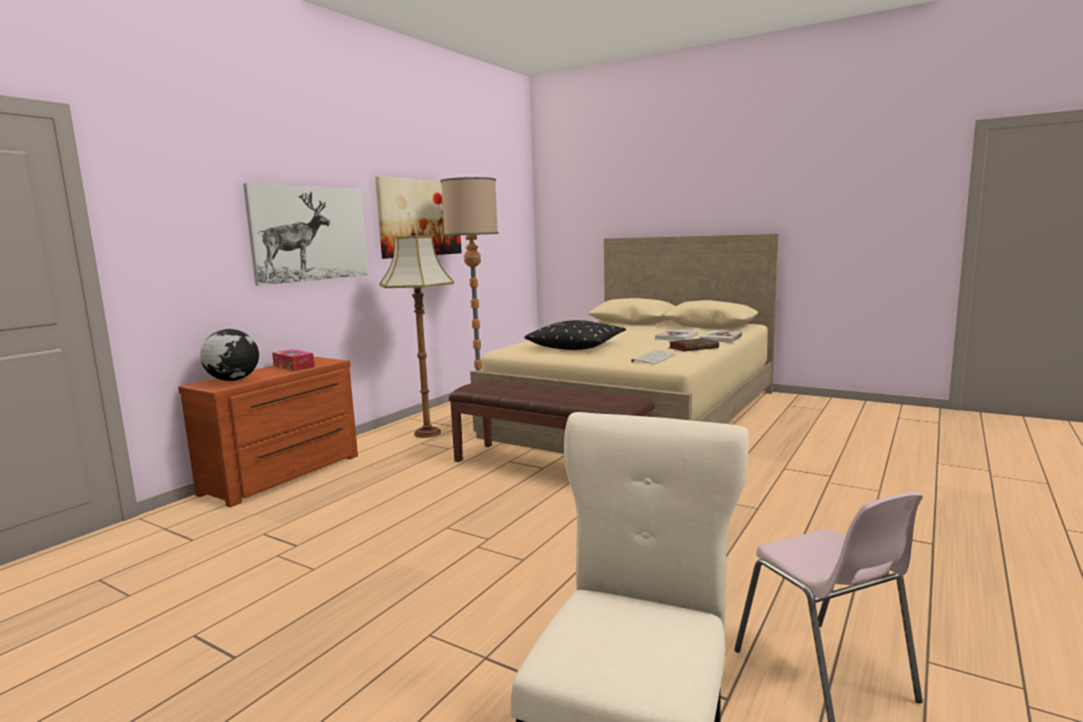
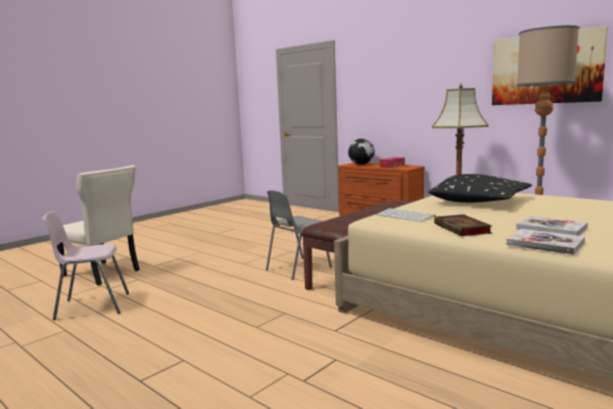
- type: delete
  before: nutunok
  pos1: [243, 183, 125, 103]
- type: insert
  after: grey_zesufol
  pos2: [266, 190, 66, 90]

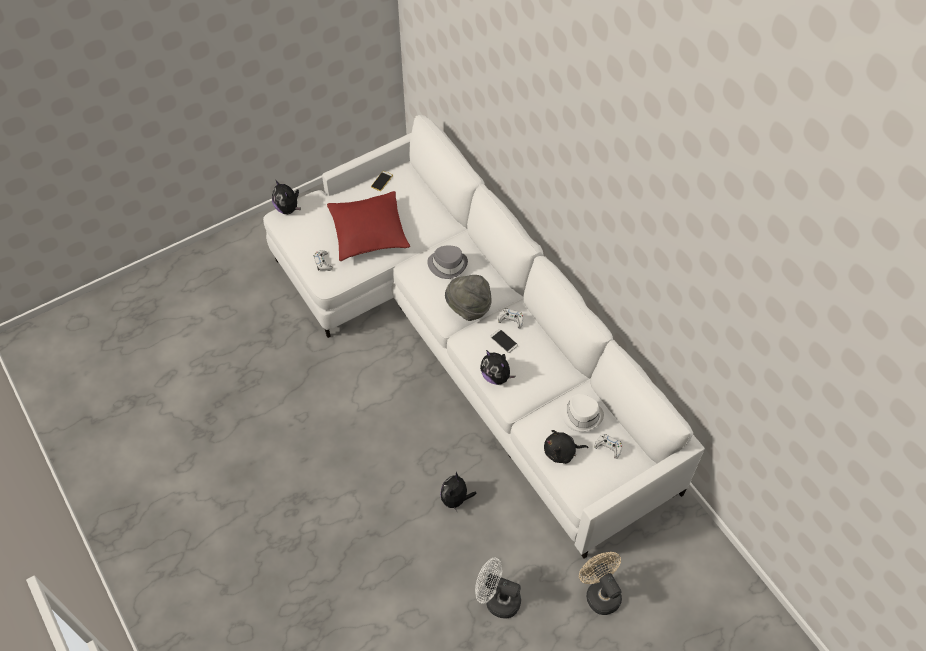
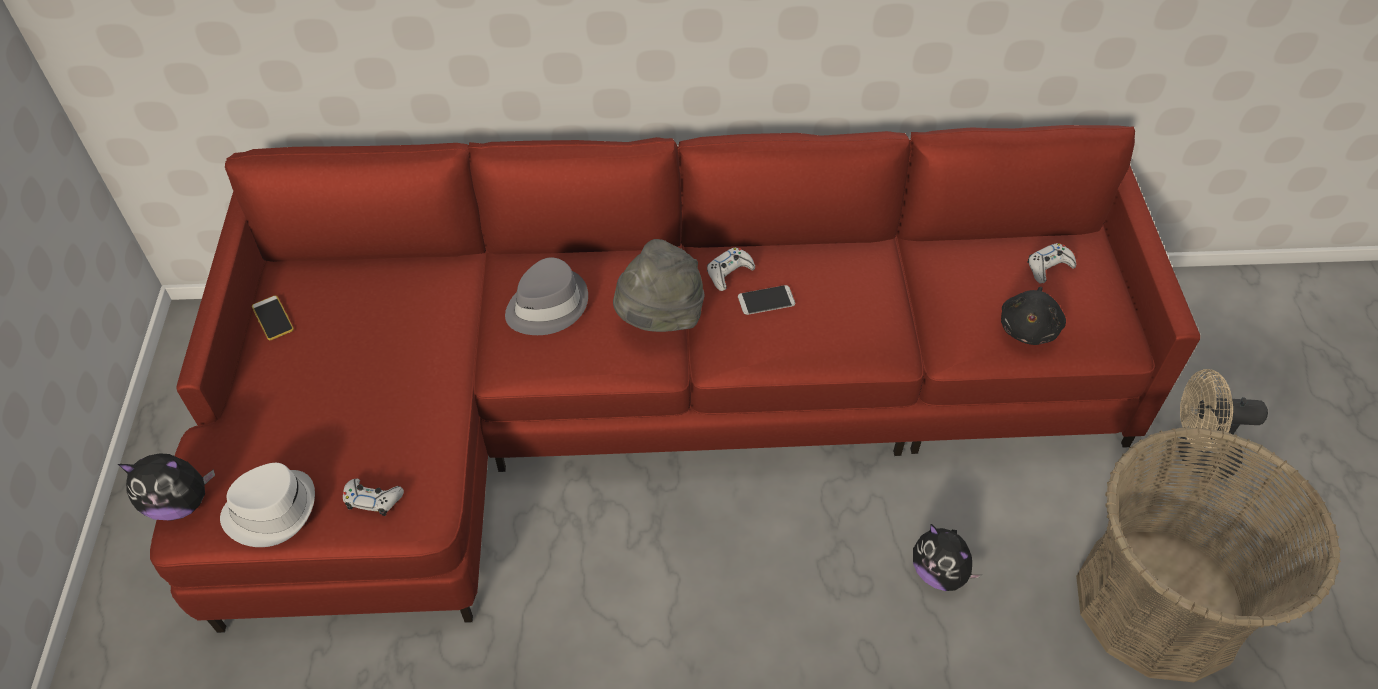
- type: recolor
  before: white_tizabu
  after: red_tizabu
  pos1: [263, 115, 442, 444]
  pos2: [150, 125, 1050, 508]
- type: delete
  before: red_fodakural
  pos1: [327, 191, 83, 70]
- type: replace
  before: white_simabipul
  after: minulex
  pos1: [475, 557, 46, 62]
  pos2: [1076, 427, 265, 255]
- type: delete
  before: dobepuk
  pos1: [480, 350, 35, 35]
- type: move
  before: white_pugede
  pos1: [561, 394, 43, 38]
  pos2: [220, 463, 95, 84]

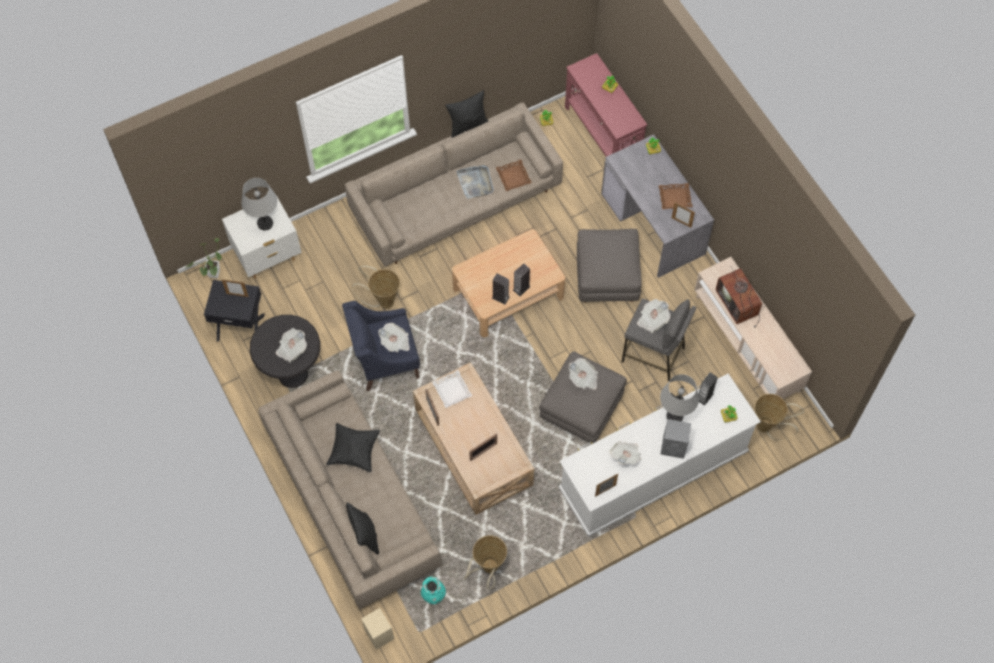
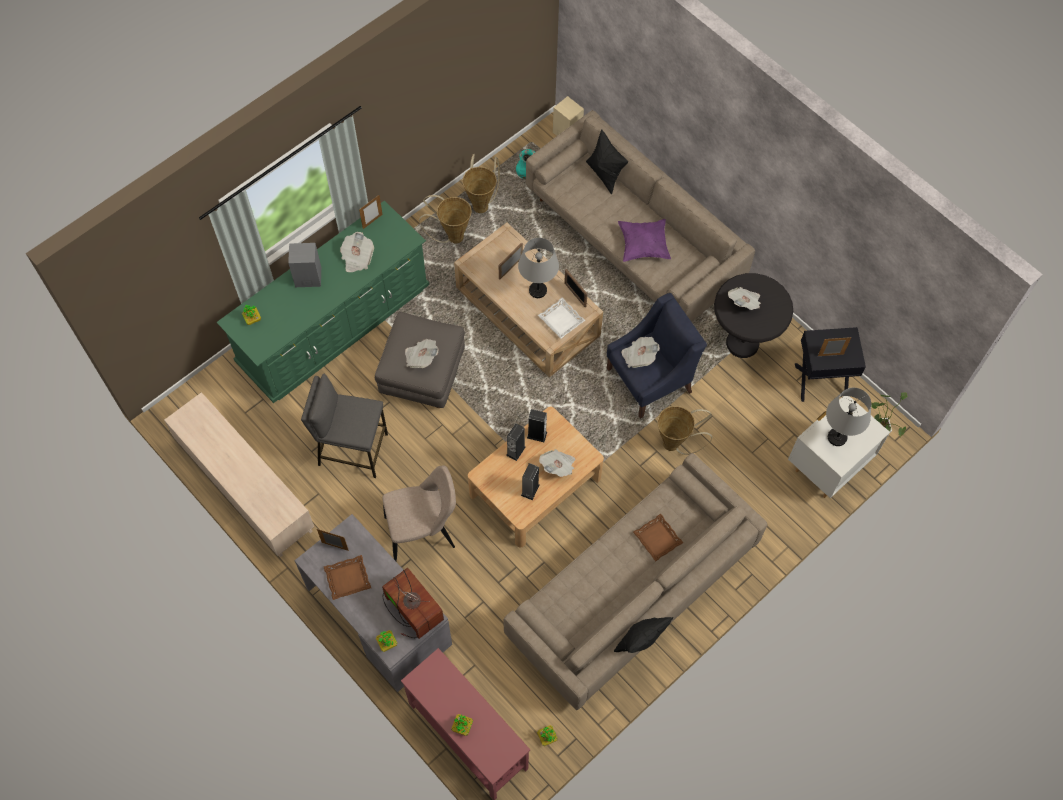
- type: recolor
  before: black_fodakural
  after: purple_fodakural
  pos1: [326, 423, 54, 49]
  pos2: [618, 219, 53, 43]
- type: delete
  before: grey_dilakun
  pos1: [456, 165, 38, 34]
- type: move
  before: brown_dilakun
  pos1: [496, 160, 36, 31]
  pos2: [633, 514, 50, 48]
- type: recolor
  before: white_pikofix
  after: green_pikofix
  pos1: [559, 374, 202, 163]
  pos2: [217, 201, 212, 202]
- type: replace
  before: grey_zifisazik
  after: beige_zesufol
  pos1: [577, 229, 65, 73]
  pos2: [382, 466, 74, 96]
- type: move
  before: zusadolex
  pos1: [637, 299, 34, 34]
  pos2: [539, 449, 36, 28]
- type: move
  before: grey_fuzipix
  pos1: [660, 374, 39, 47]
  pos2: [518, 238, 41, 60]
- type: move
  before: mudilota
  pos1: [698, 372, 20, 34]
  pos2: [521, 463, 18, 37]
- type: move
  before: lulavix
  pos1: [716, 265, 46, 63]
  pos2: [382, 568, 62, 71]
- type: move
  before: minulex
  pos1: [755, 394, 49, 46]
  pos2: [419, 195, 53, 48]

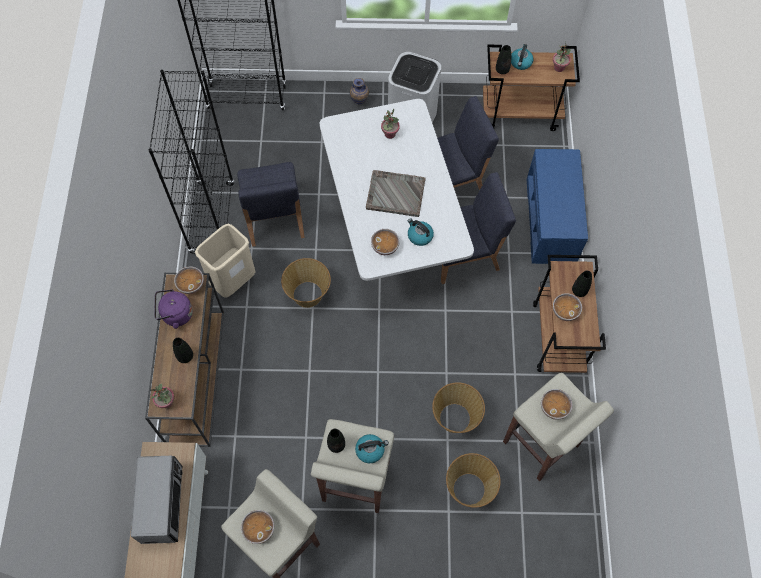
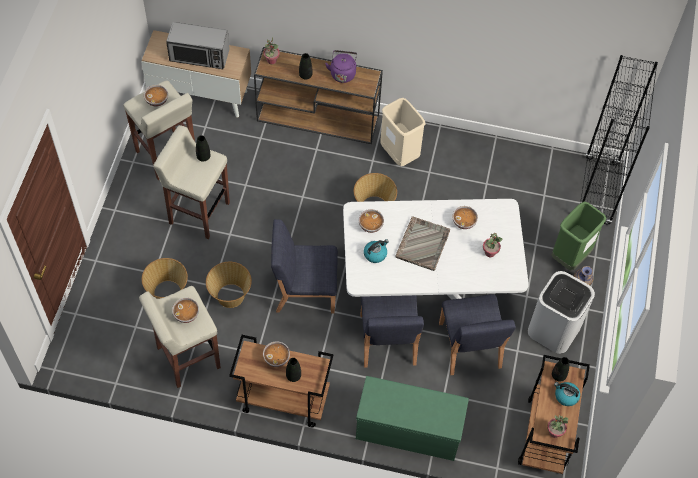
- type: delete
  before: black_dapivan
  pos1: [148, 70, 86, 184]
- type: move
  before: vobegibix
  pos1: [174, 266, 30, 28]
  pos2: [452, 206, 26, 23]
- type: move
  before: blue_zesufol
  pos1: [237, 162, 68, 85]
  pos2: [271, 219, 67, 95]
- type: delete
  before: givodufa
  pos1: [355, 434, 34, 29]
- type: recolor
  before: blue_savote
  after: green_savote
  pos1: [526, 149, 62, 115]
  pos2: [356, 376, 113, 85]
- type: insert
  after: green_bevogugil
  pos2: [551, 201, 55, 69]

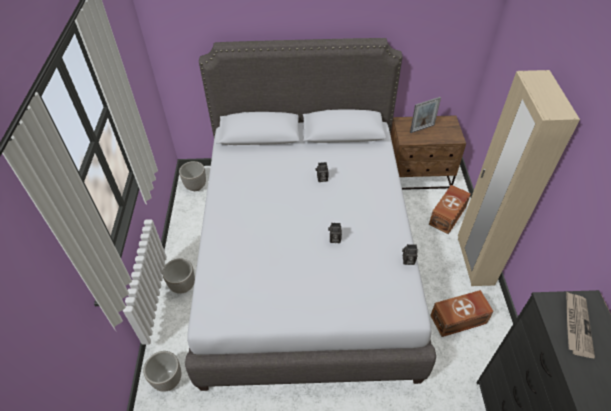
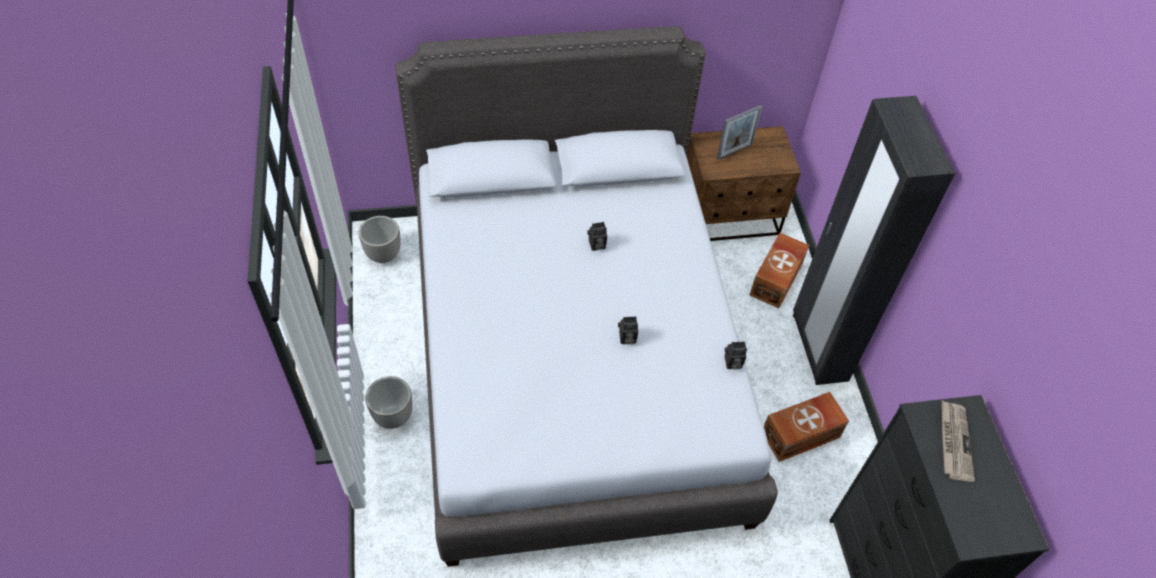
- type: delete
  before: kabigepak
  pos1: [143, 351, 38, 41]
- type: recolor
  before: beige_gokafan
  after: black_gokafan
  pos1: [458, 70, 122, 216]
  pos2: [793, 96, 162, 289]

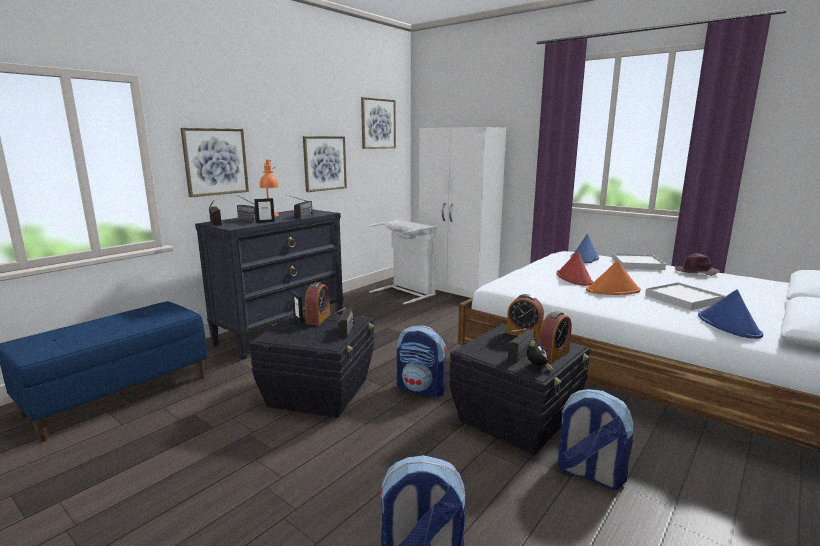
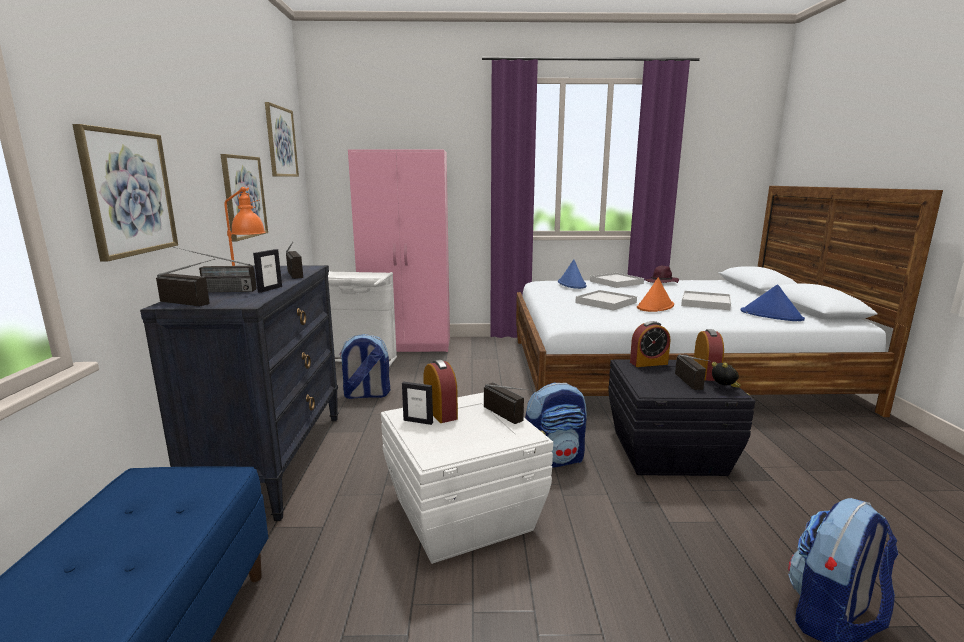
- type: recolor
  before: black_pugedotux
  after: white_pugedotux
  pos1: [249, 311, 125, 107]
  pos2: [381, 392, 172, 172]
- type: recolor
  before: white_gokafan
  after: pink_gokafan
  pos1: [419, 127, 87, 171]
  pos2: [348, 150, 102, 202]
- type: replace
  before: red_pugede
  after: white_dilakun
  pos1: [556, 251, 37, 35]
  pos2: [575, 290, 62, 21]
- type: move
  before: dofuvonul
  pos1: [557, 389, 76, 101]
  pos2: [339, 334, 51, 65]

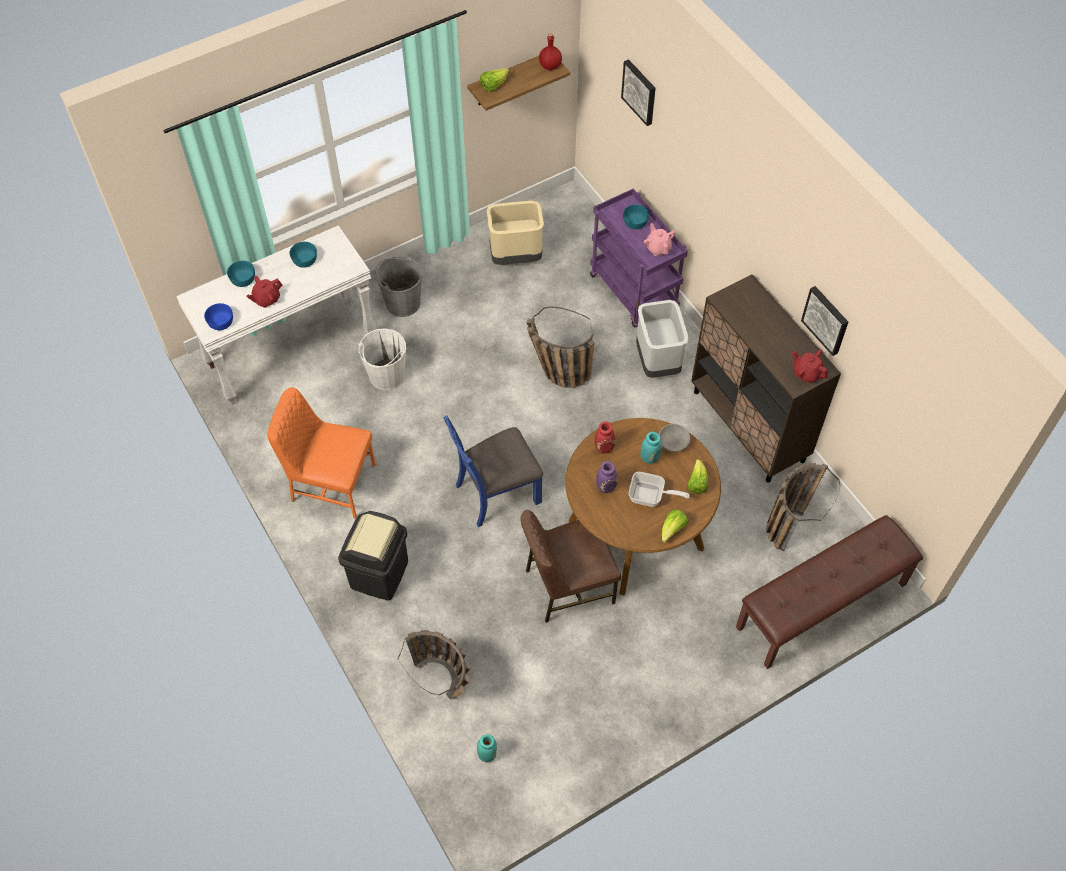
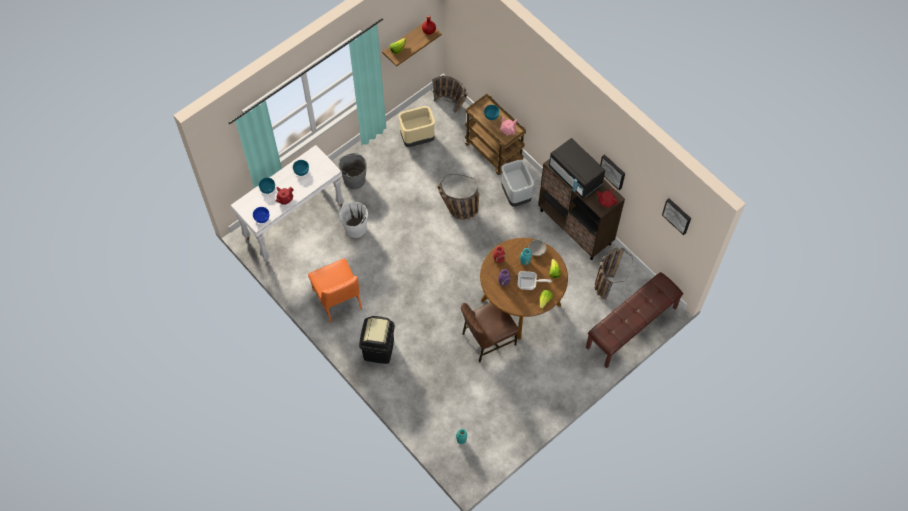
- type: rotate
  before: orange_zesufol
  pos1: [267, 387, 109, 132]
  pos2: [308, 258, 54, 65]
  turn: -120
- type: move
  before: minulex
  pos1: [398, 630, 72, 69]
  pos2: [431, 76, 36, 37]
- type: delete
  before: blue_zesufol
  pos1: [443, 415, 100, 112]
- type: recolor
  before: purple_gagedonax
  after: brown_gagedonax
  pos1: [590, 189, 98, 138]
  pos2: [465, 94, 61, 81]
- type: move
  before: nutunok
  pos1: [621, 59, 35, 67]
  pos2: [662, 198, 29, 37]
- type: insert
  after: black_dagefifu
  pos2: [549, 138, 56, 61]

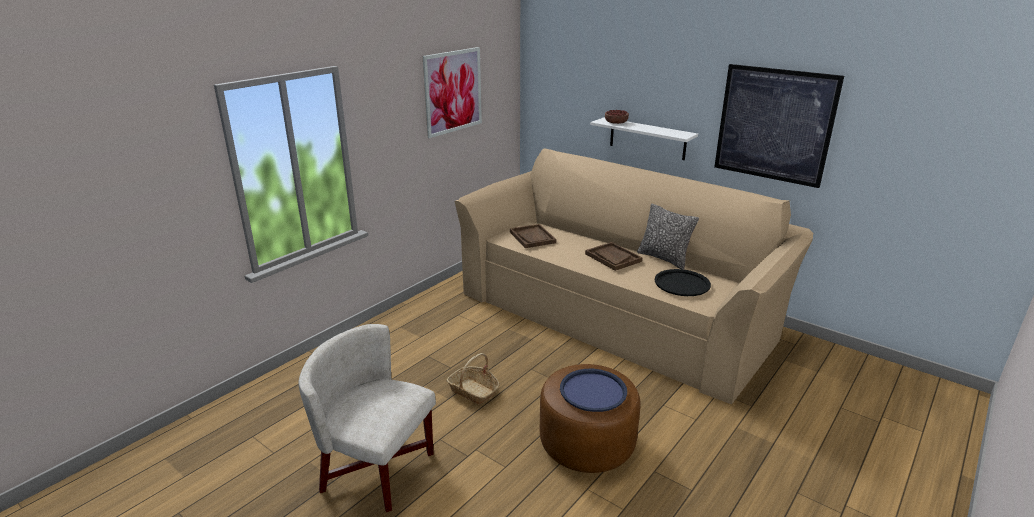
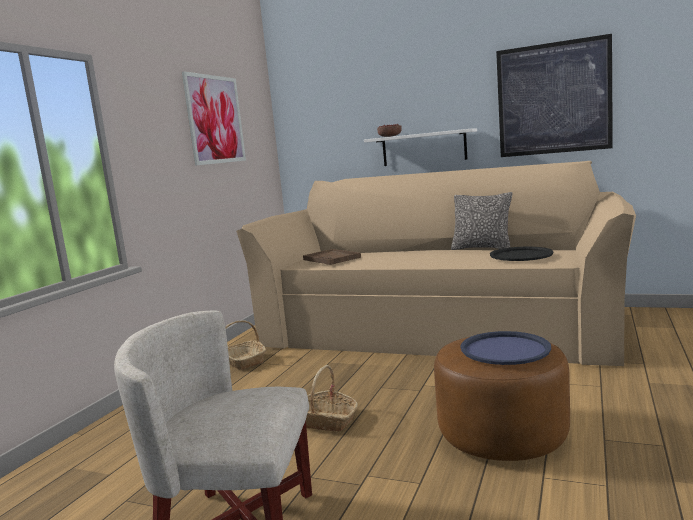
- type: delete
  before: brown_dilakun
  pos1: [585, 242, 57, 29]
- type: insert
  after: minulex
  pos2: [225, 320, 41, 50]

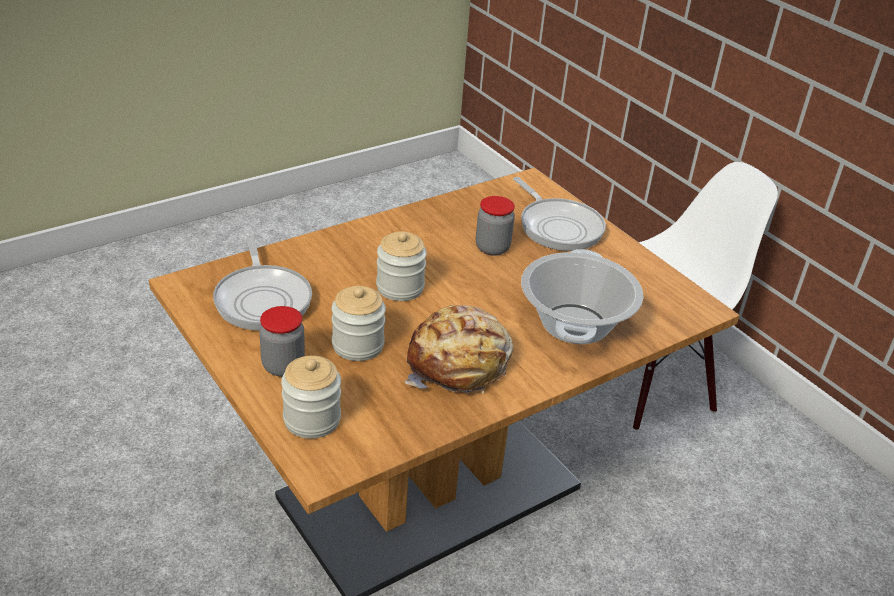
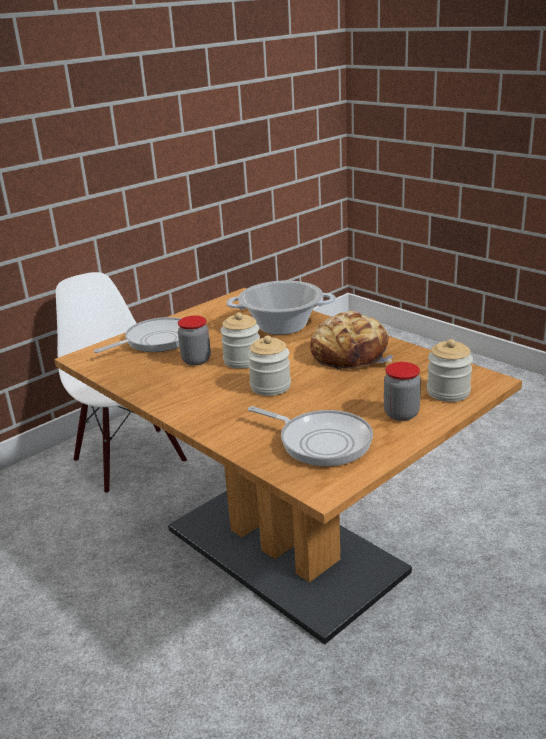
- type: rotate
  before: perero
  pos1: [213, 235, 99, 95]
  pos2: [248, 406, 125, 60]
  turn: 60
- type: move
  before: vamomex
  pos1: [332, 286, 54, 75]
  pos2: [220, 312, 40, 56]

